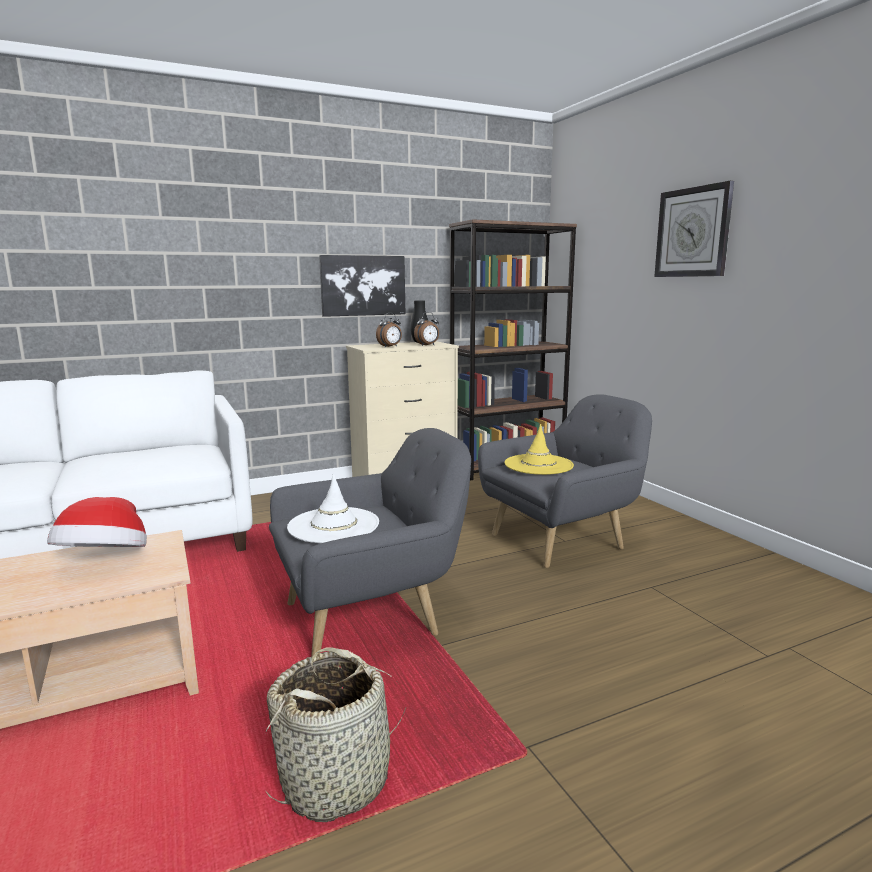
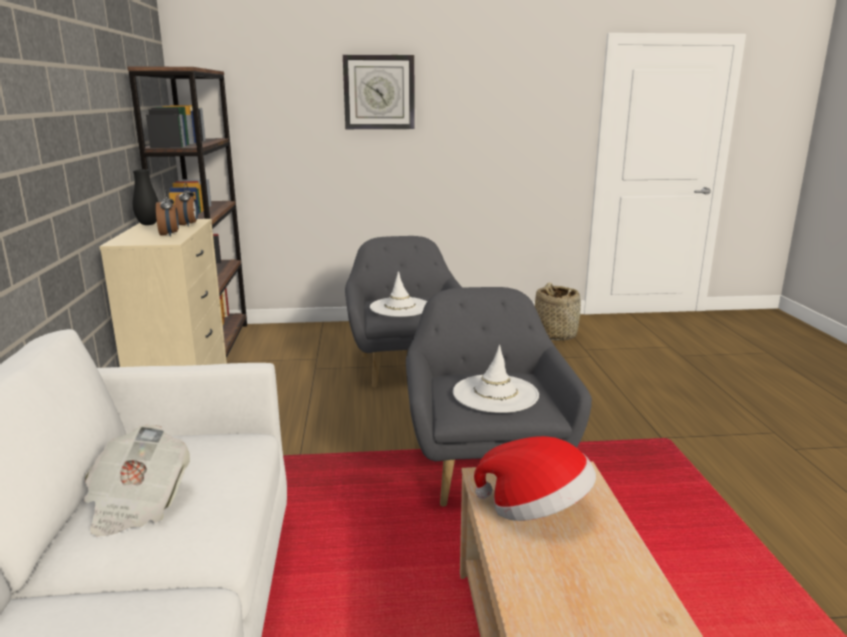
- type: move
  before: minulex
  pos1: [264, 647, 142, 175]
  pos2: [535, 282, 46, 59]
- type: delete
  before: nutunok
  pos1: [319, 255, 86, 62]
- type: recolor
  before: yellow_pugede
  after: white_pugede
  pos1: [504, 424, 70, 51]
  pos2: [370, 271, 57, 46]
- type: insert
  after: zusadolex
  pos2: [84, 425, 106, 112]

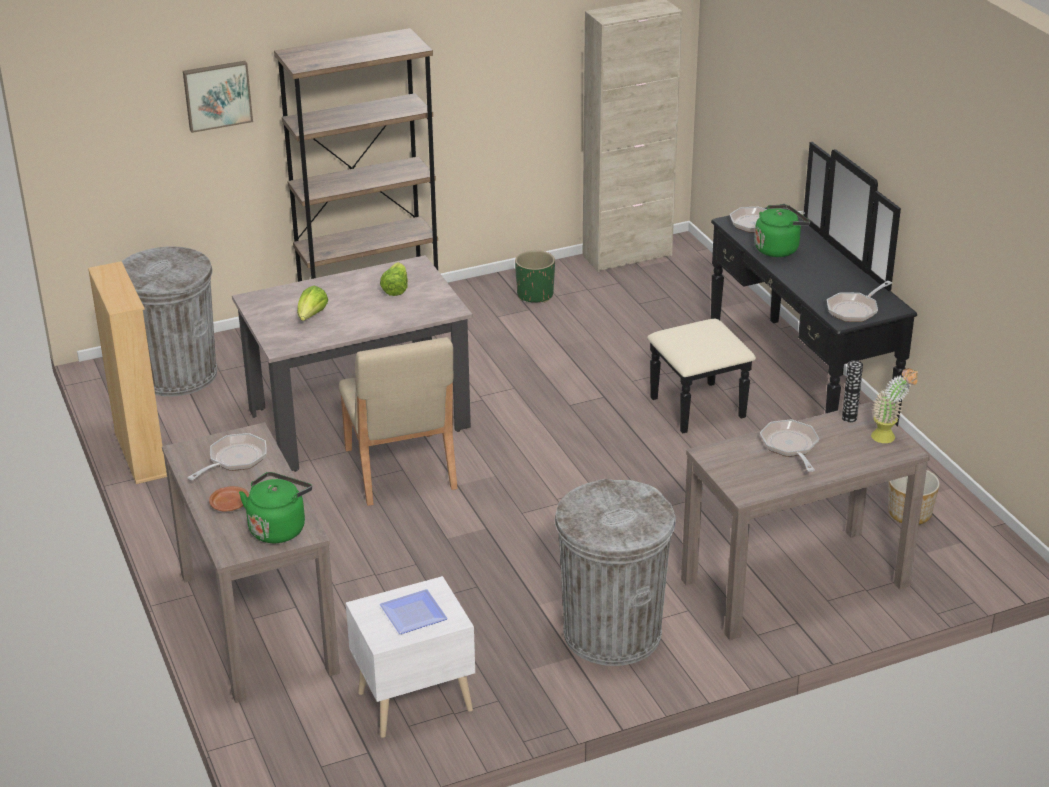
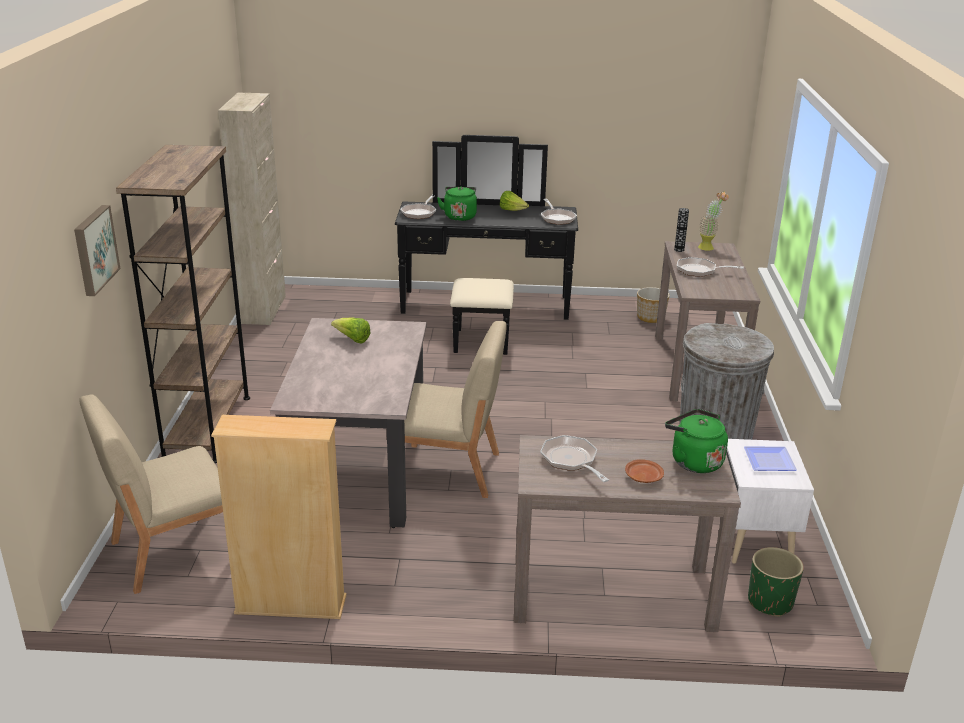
- type: replace
  before: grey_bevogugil
  after: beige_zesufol
  pos1: [122, 247, 95, 149]
  pos2: [79, 394, 144, 200]
- type: move
  before: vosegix
  pos1: [297, 286, 31, 35]
  pos2: [500, 191, 29, 20]
- type: move
  before: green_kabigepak
  pos1: [515, 250, 40, 53]
  pos2: [748, 547, 56, 70]

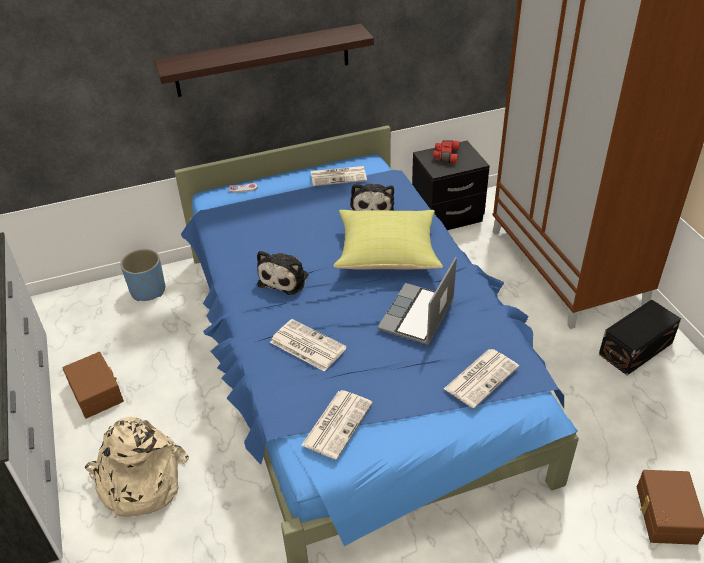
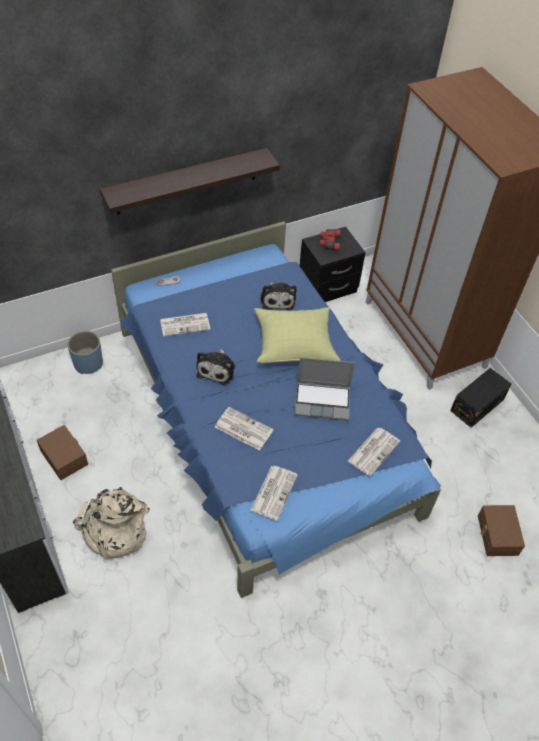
- type: move
  before: zusadolex
  pos1: [311, 166, 56, 20]
  pos2: [160, 313, 50, 24]
- type: rotate
  before: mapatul
  pos1: [378, 257, 79, 88]
  pos2: [295, 357, 60, 64]
  turn: -105

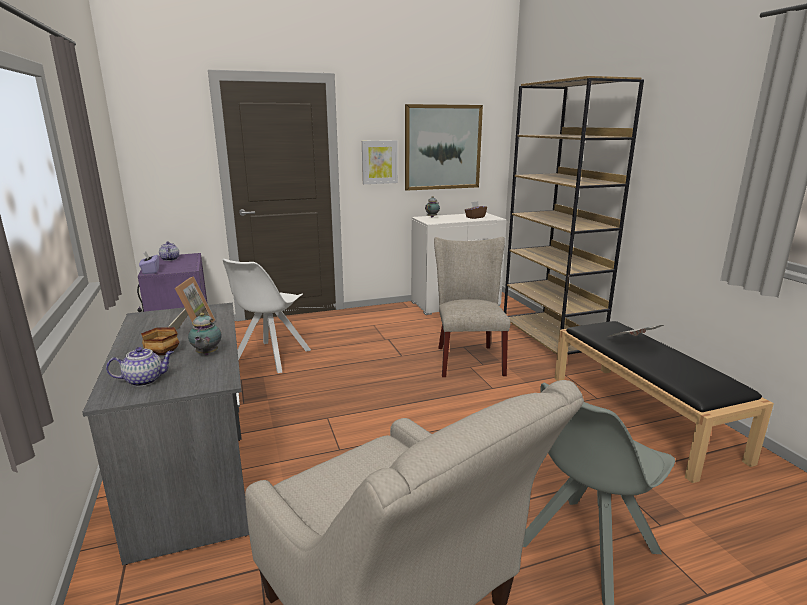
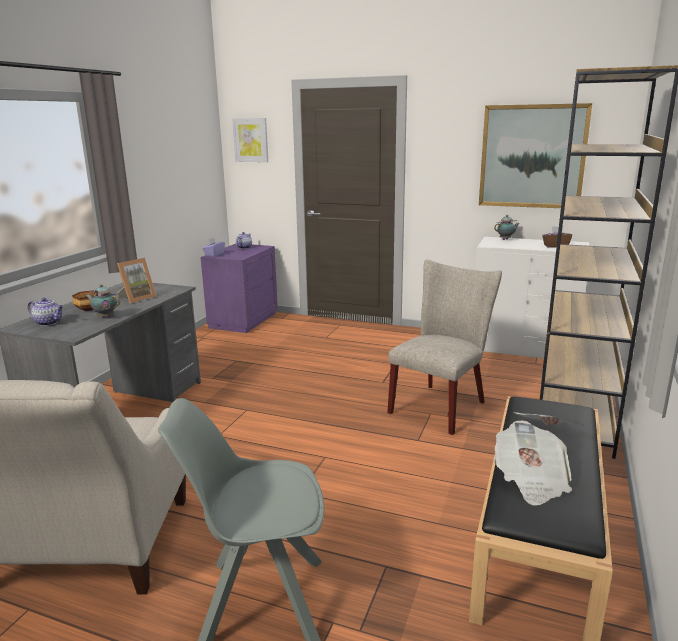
- type: rotate
  before: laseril
  pos1: [188, 313, 34, 42]
  pos2: [86, 284, 34, 34]
  turn: 75
- type: delete
  before: white_zesufol
  pos1: [223, 259, 88, 114]
- type: move
  before: nutunok
  pos1: [362, 140, 36, 44]
  pos2: [232, 118, 36, 44]
- type: insert
  after: zusadolex
  pos2: [494, 420, 78, 86]

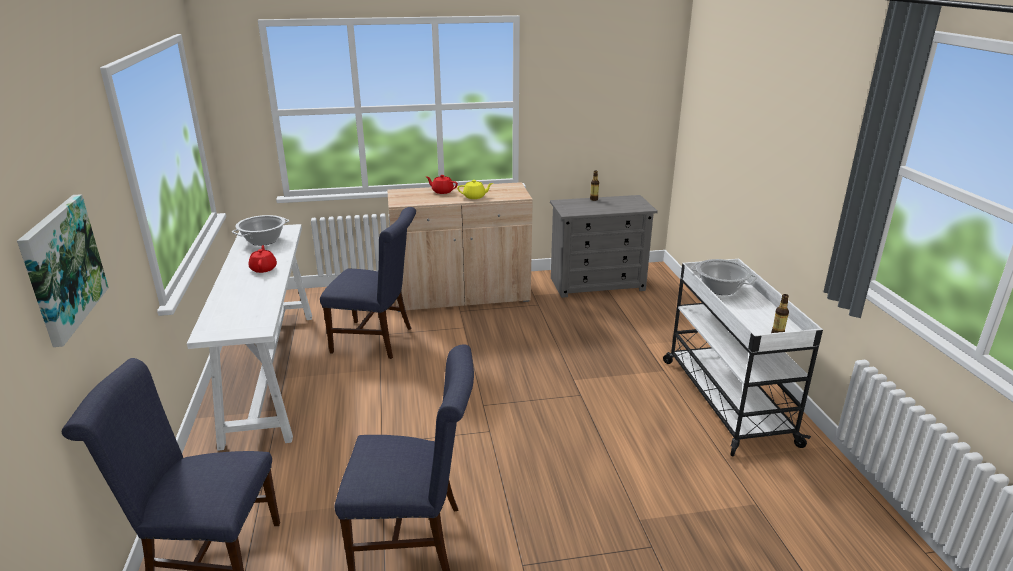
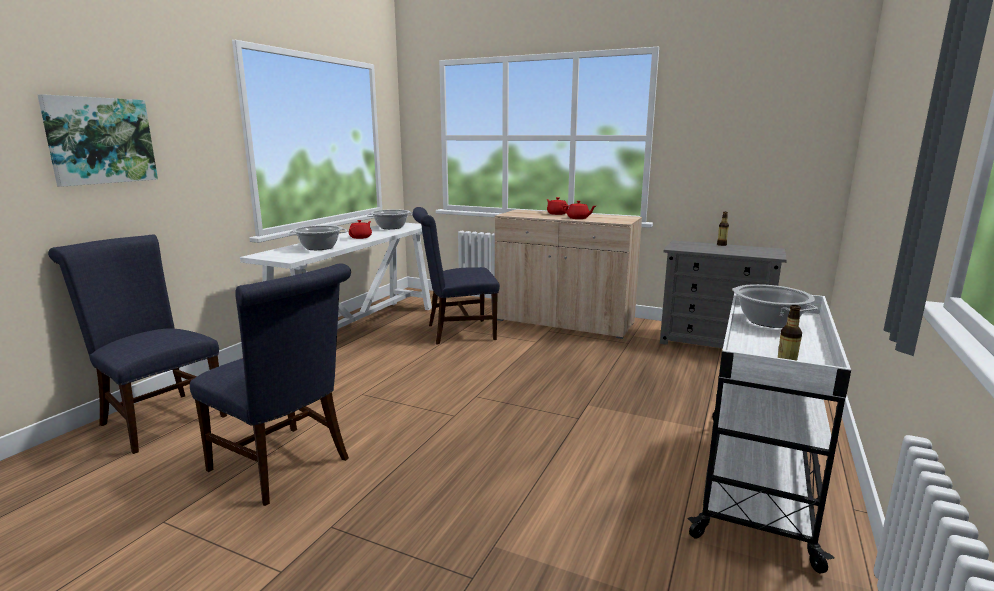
- type: rotate
  before: blue_zesufol
  pos1: [320, 207, 96, 152]
  pos2: [412, 207, 88, 137]
  turn: 120
- type: recolor
  before: yellow_laseril
  after: red_laseril
  pos1: [457, 180, 36, 19]
  pos2: [563, 201, 33, 18]
- type: insert
  after: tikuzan
  pos2: [288, 225, 59, 25]

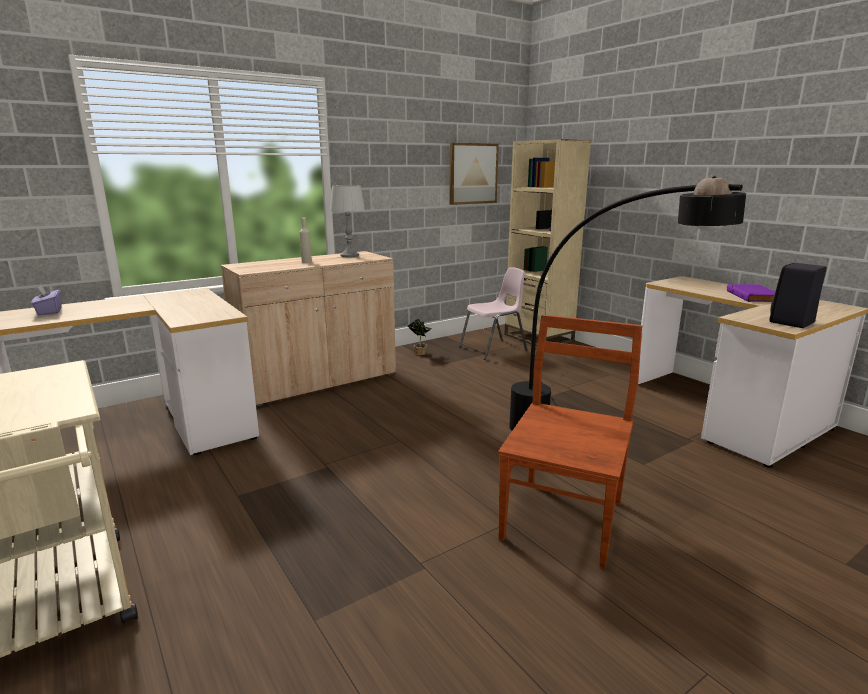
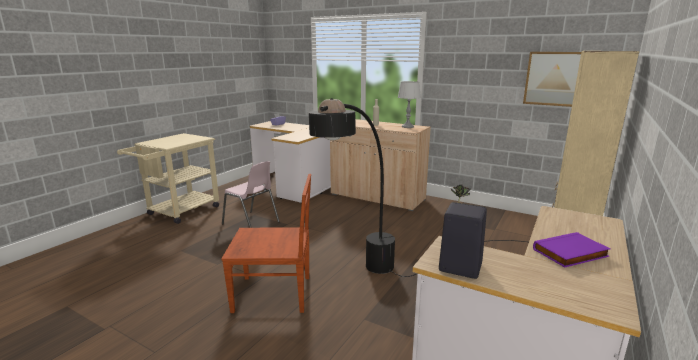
- type: move
  before: pink_zesufol
  pos1: [459, 267, 69, 93]
  pos2: [222, 161, 58, 67]

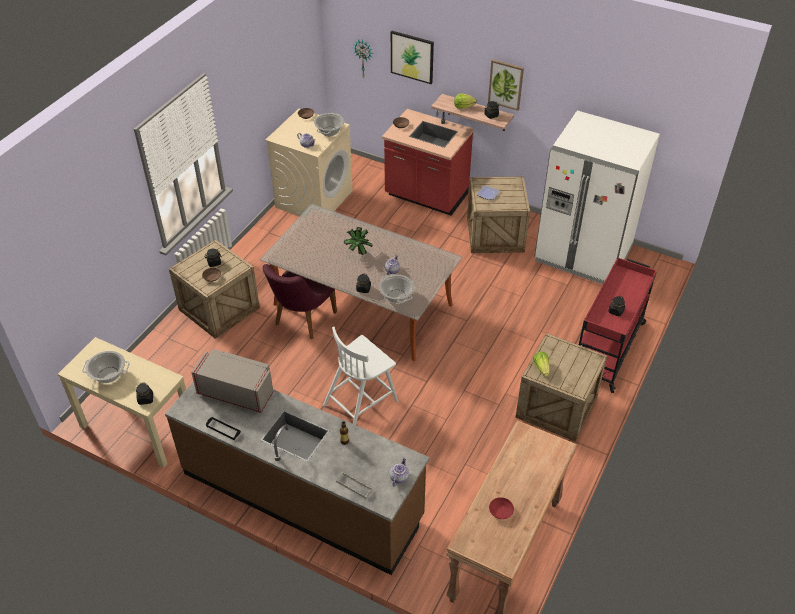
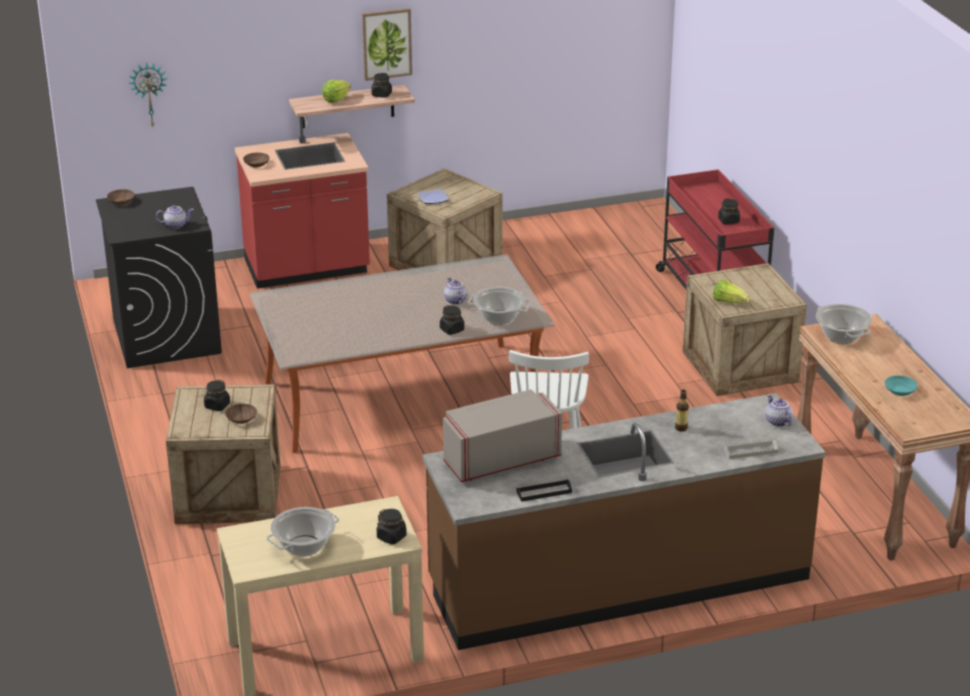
- type: delete
  before: purple_zesufol
  pos1: [263, 264, 74, 75]
- type: recolor
  before: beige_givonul
  after: black_givonul
  pos1: [265, 109, 88, 107]
  pos2: [96, 187, 126, 181]
- type: move
  before: tikuzan
  pos1: [314, 113, 30, 23]
  pos2: [816, 304, 56, 40]
- type: delete
  before: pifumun
  pos1: [344, 227, 28, 28]
- type: delete
  before: nutunok
  pos1: [391, 31, 43, 53]
- type: recolor
  before: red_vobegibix
  after: turquoise_vobegibix
  pos1: [489, 497, 25, 22]
  pos2: [885, 376, 33, 20]
- type: delete
  before: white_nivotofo
  pos1: [534, 111, 126, 173]

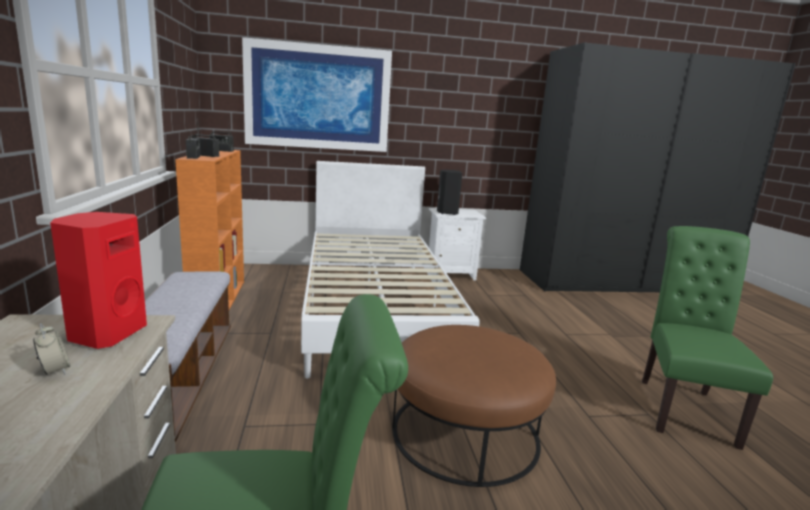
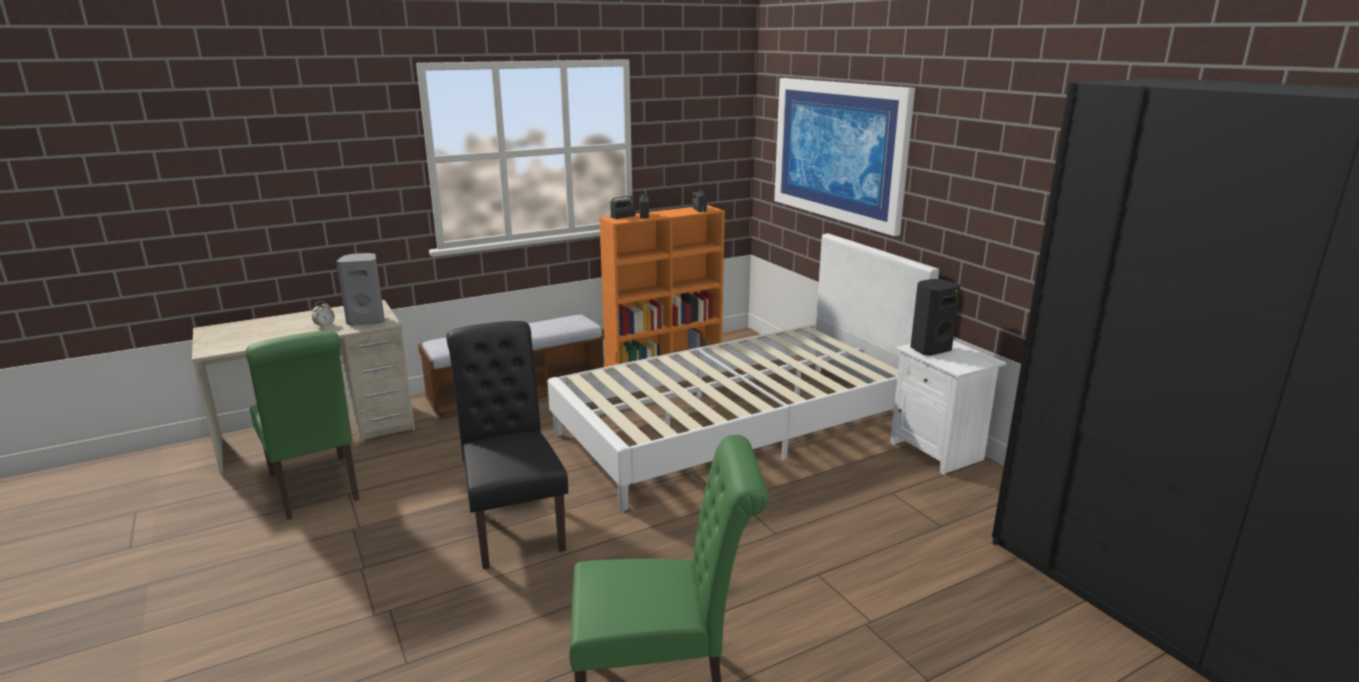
- type: recolor
  before: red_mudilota
  after: grey_mudilota
  pos1: [50, 212, 97, 137]
  pos2: [336, 253, 49, 73]
- type: replace
  before: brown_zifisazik
  after: black_zesufol
  pos1: [392, 325, 164, 162]
  pos2: [446, 321, 122, 248]

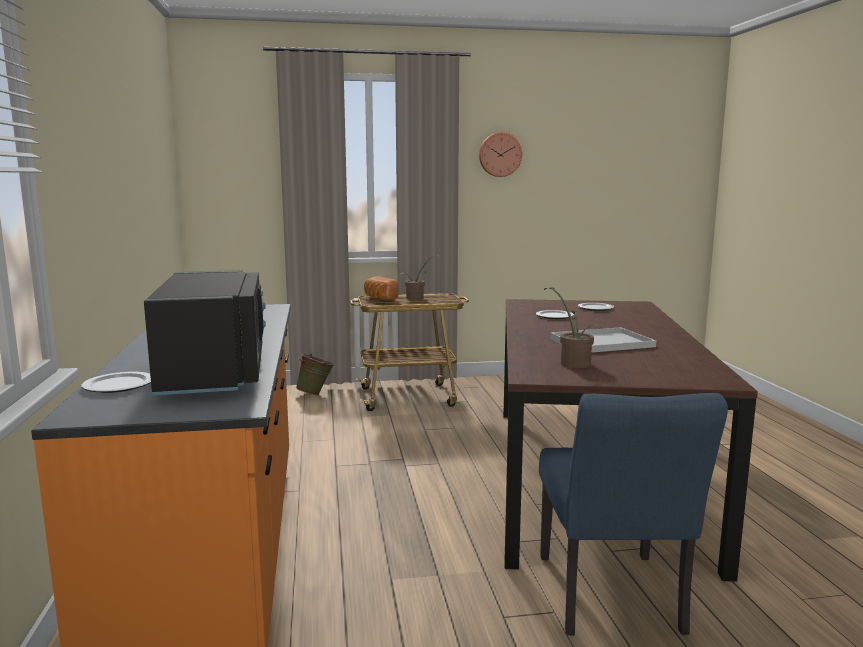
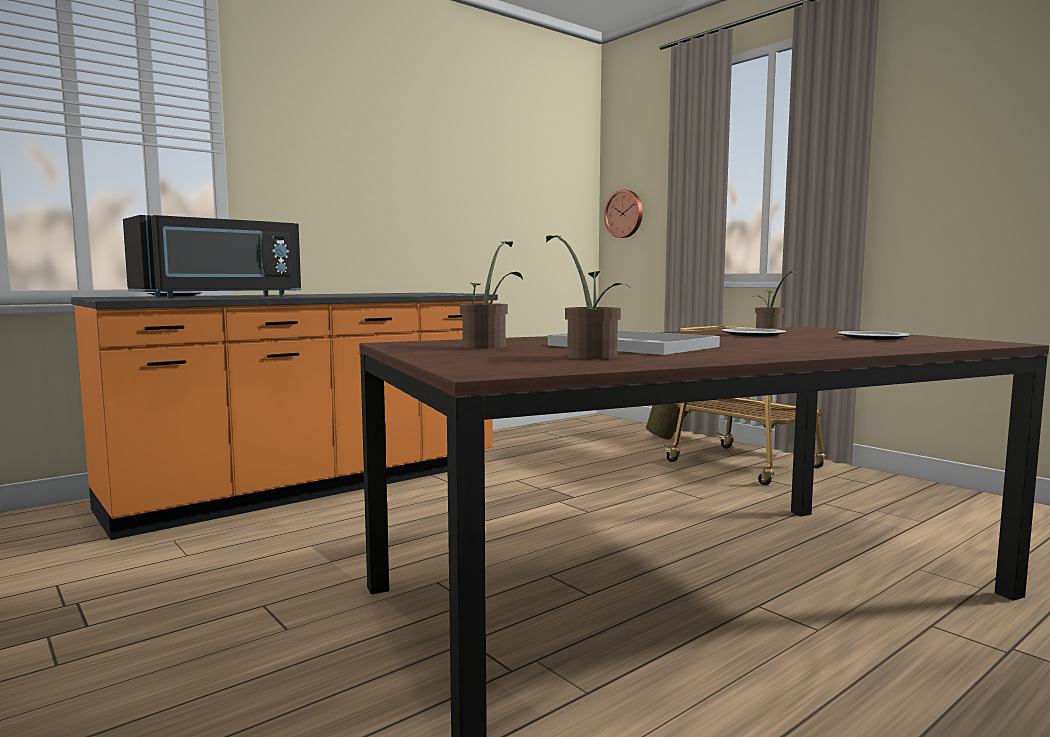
- type: delete
  before: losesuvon
  pos1: [364, 276, 35, 24]
- type: move
  before: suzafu
  pos1: [479, 133, 43, 44]
  pos2: [604, 190, 39, 48]
- type: delete
  before: blue_zesufol
  pos1: [539, 393, 189, 243]
- type: insert
  after: pifumun
  pos2: [546, 235, 83, 125]

